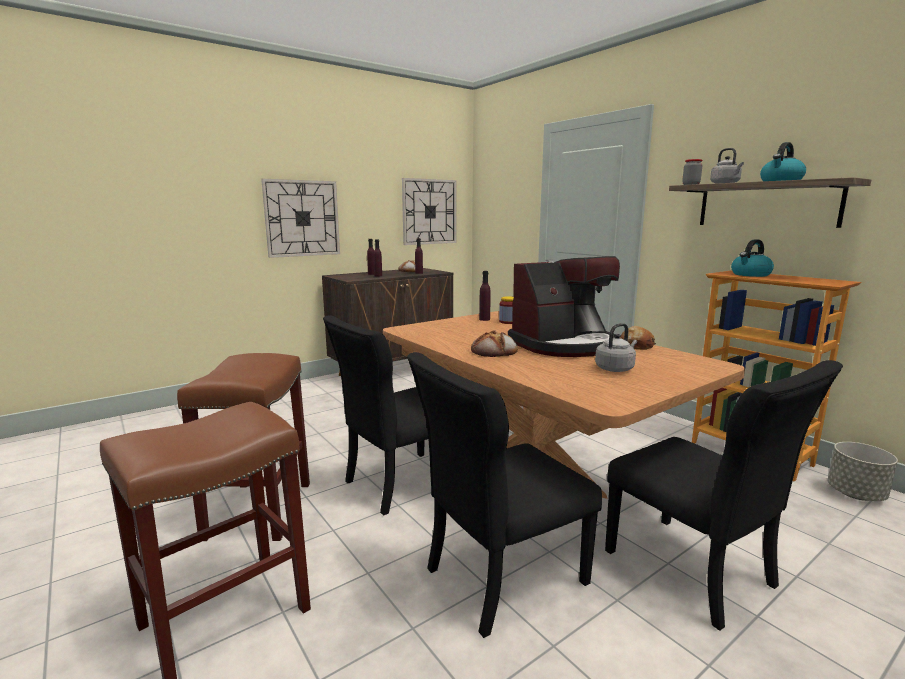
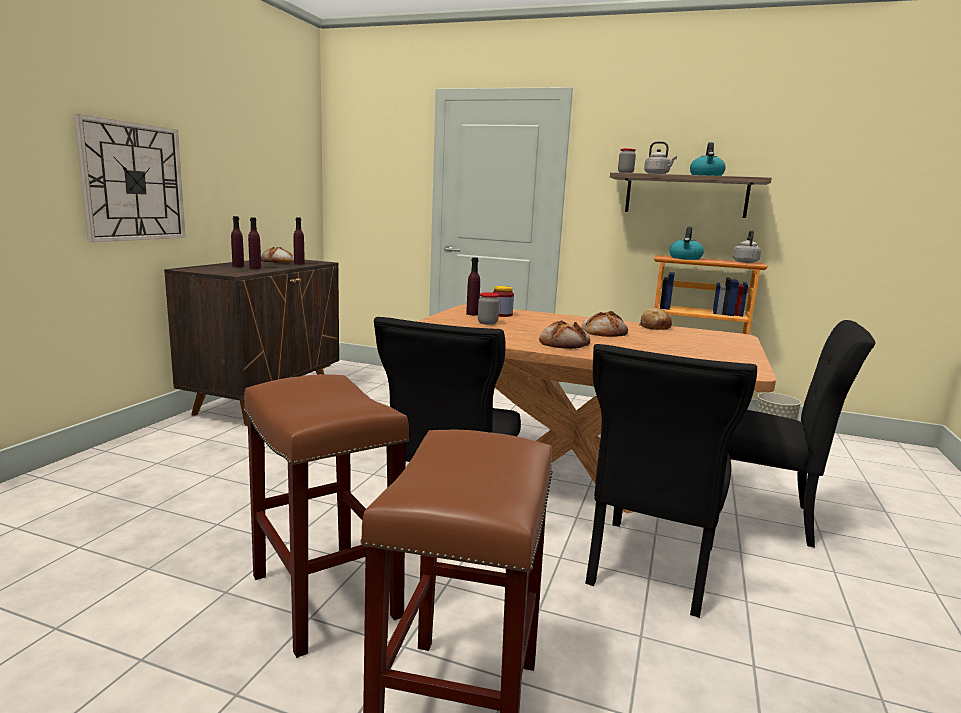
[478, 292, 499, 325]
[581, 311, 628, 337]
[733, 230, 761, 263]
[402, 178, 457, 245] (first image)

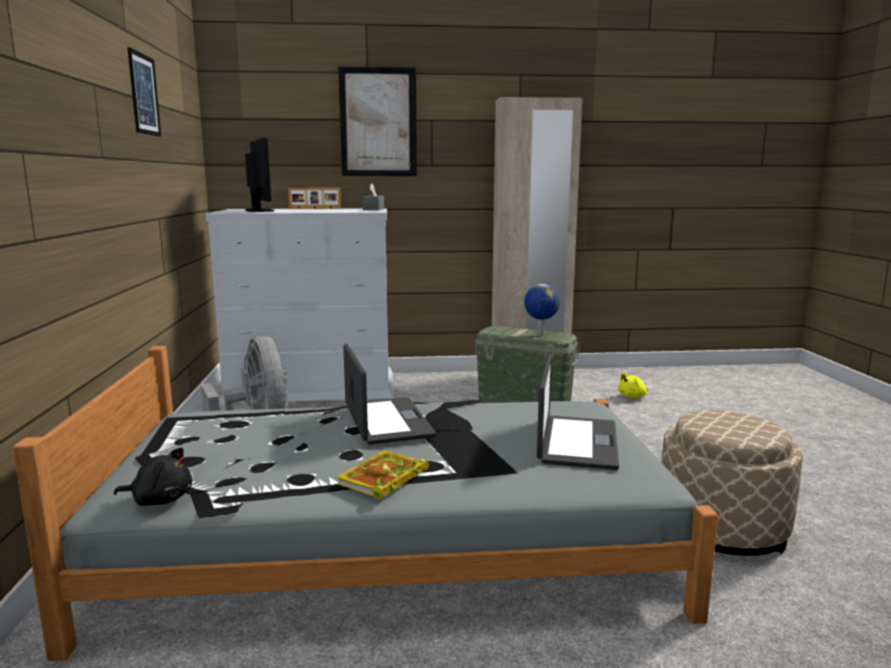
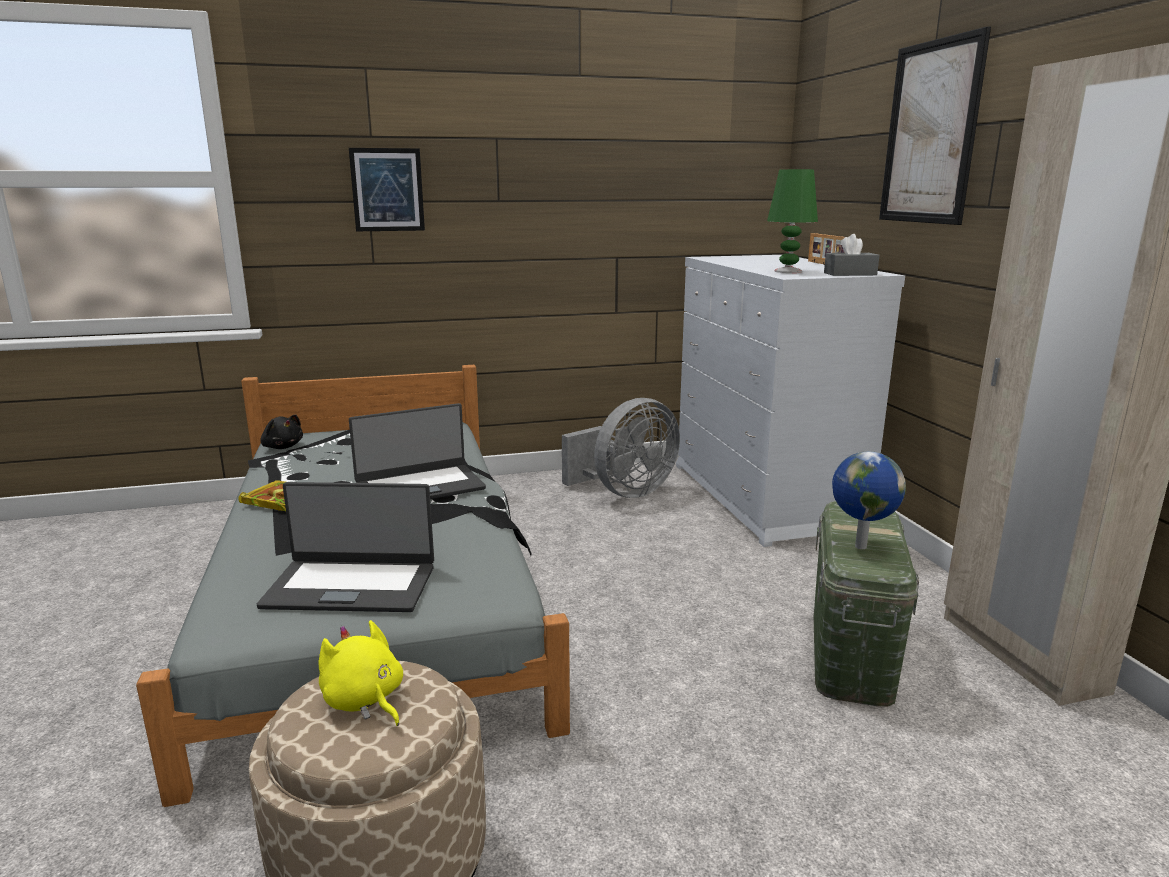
[260, 414, 303, 449]
[318, 620, 403, 726]
[349, 148, 425, 231]
[767, 169, 818, 273]
[245, 137, 274, 212] (first image)

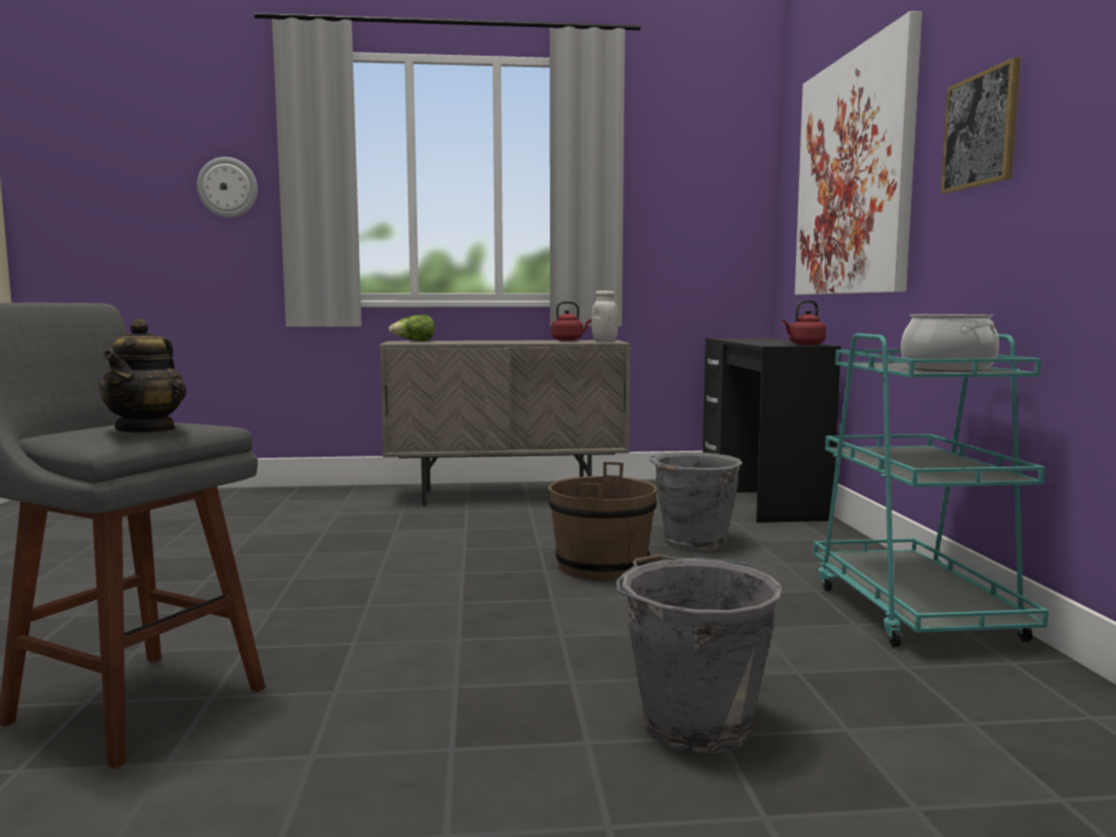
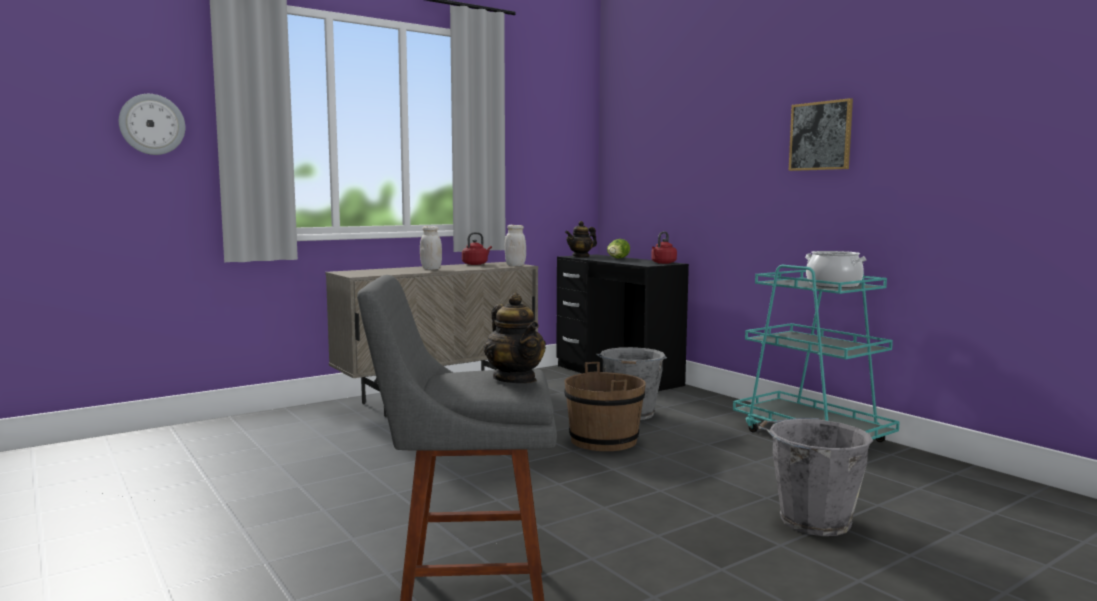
[420, 226, 442, 270]
[565, 221, 597, 257]
[607, 239, 630, 259]
[795, 11, 922, 295] (first image)

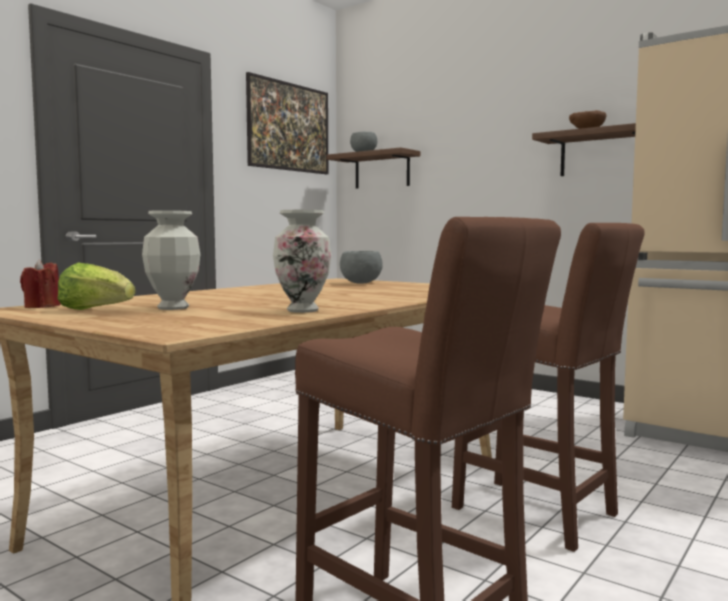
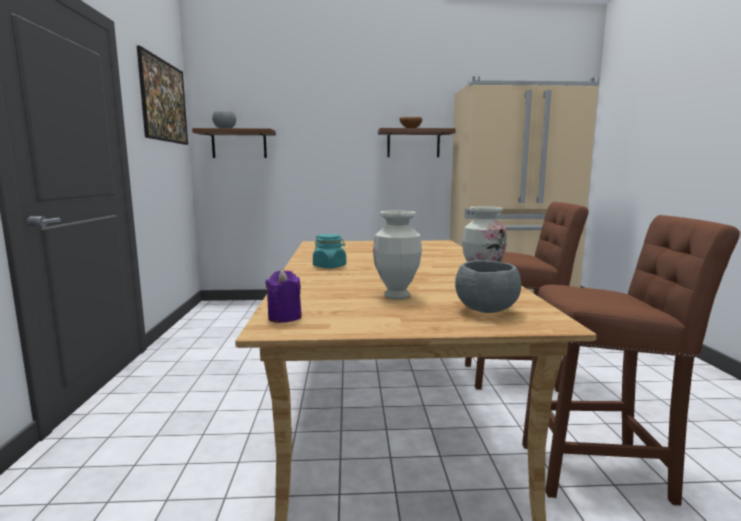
[265, 270, 302, 323]
[313, 234, 346, 269]
[455, 260, 521, 313]
[58, 262, 136, 310] (first image)

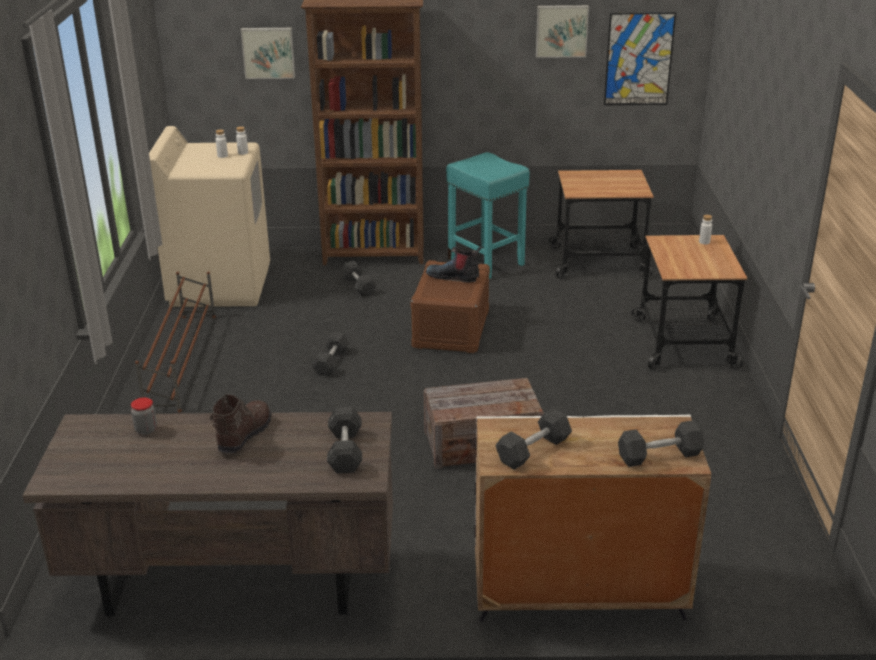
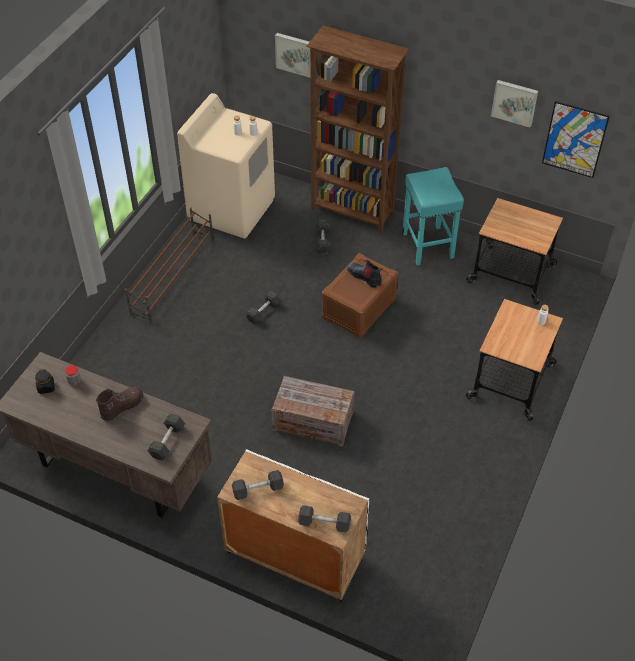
[35, 369, 55, 394]

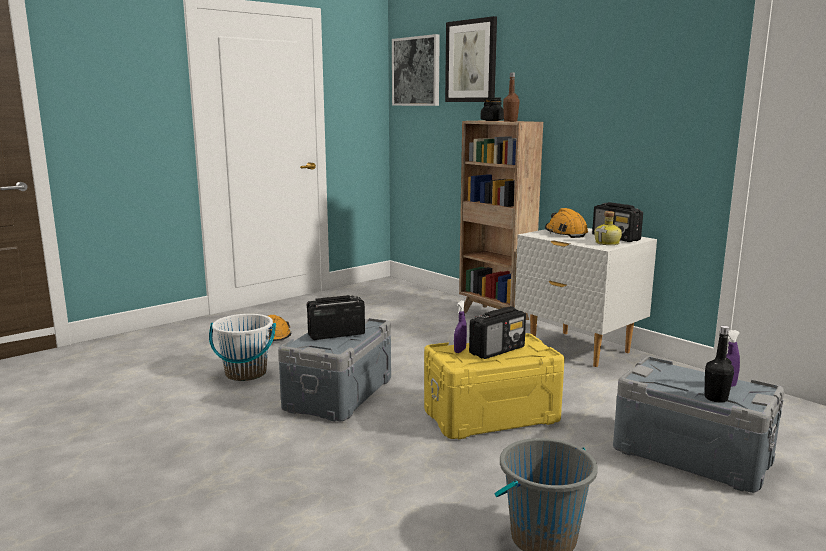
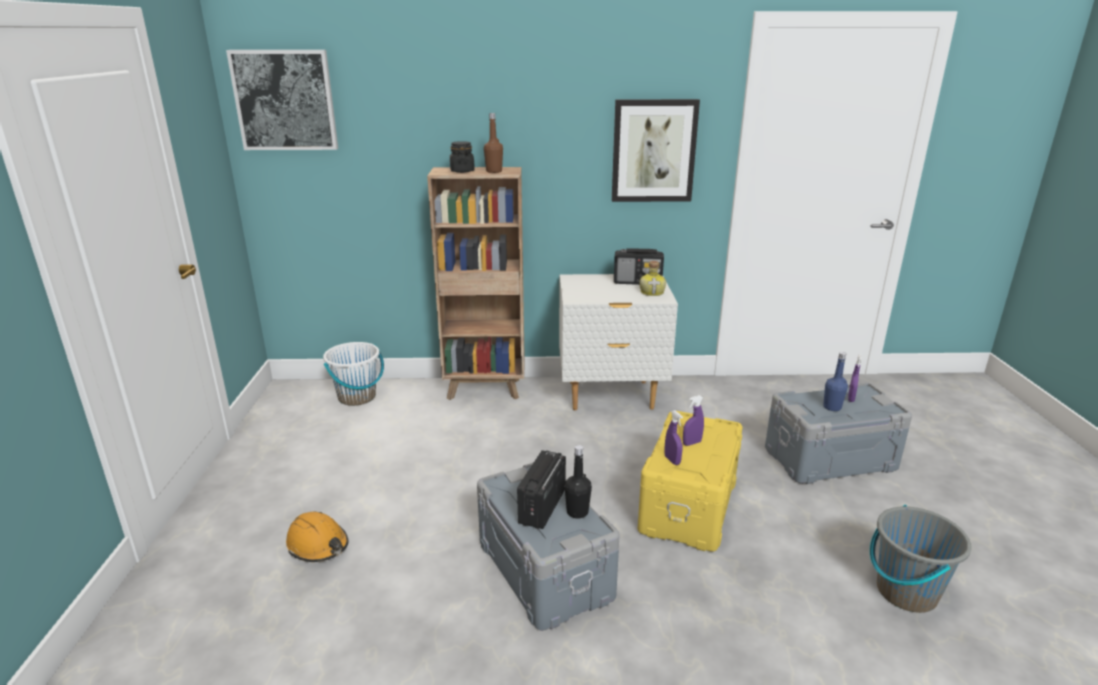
[323, 342, 384, 406]
[565, 445, 592, 519]
[612, 99, 700, 202]
[683, 395, 704, 446]
[823, 352, 848, 411]
[545, 208, 588, 238] (first image)

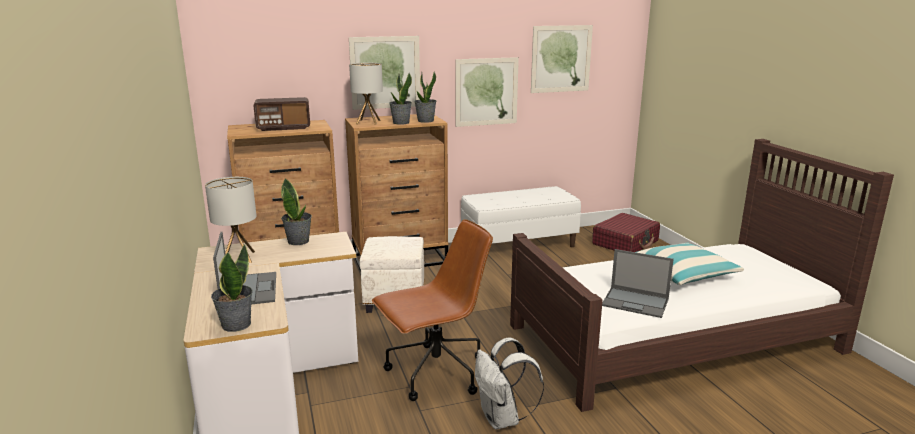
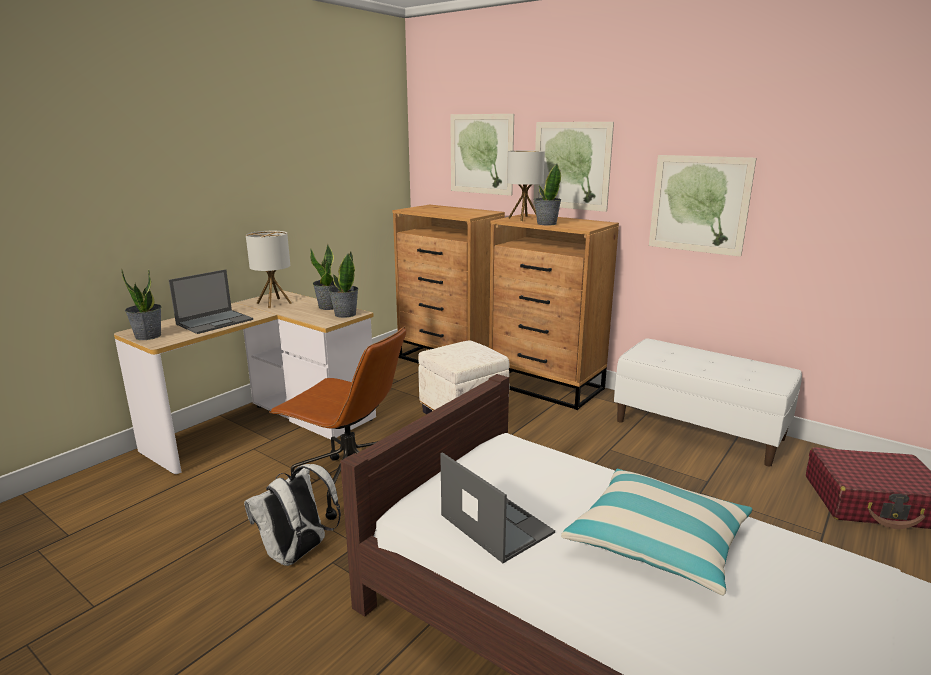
[328, 252, 359, 318]
[440, 452, 555, 563]
[450, 114, 514, 196]
[253, 97, 310, 131] (first image)

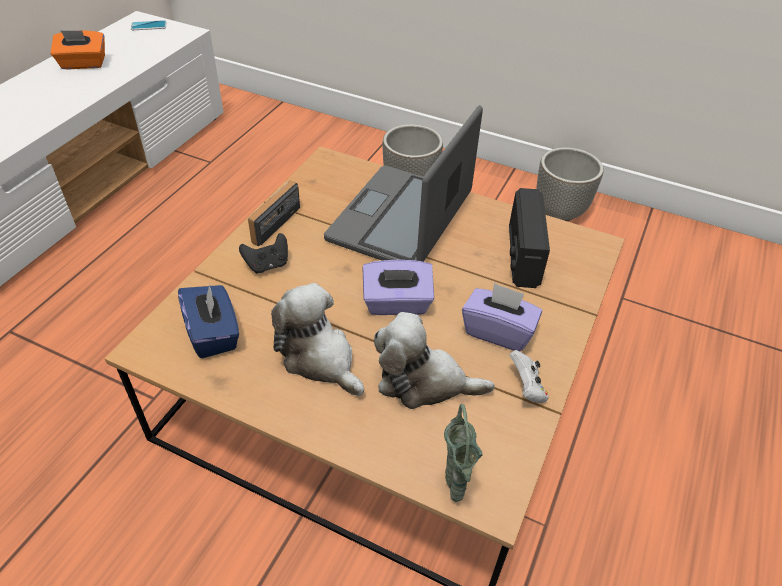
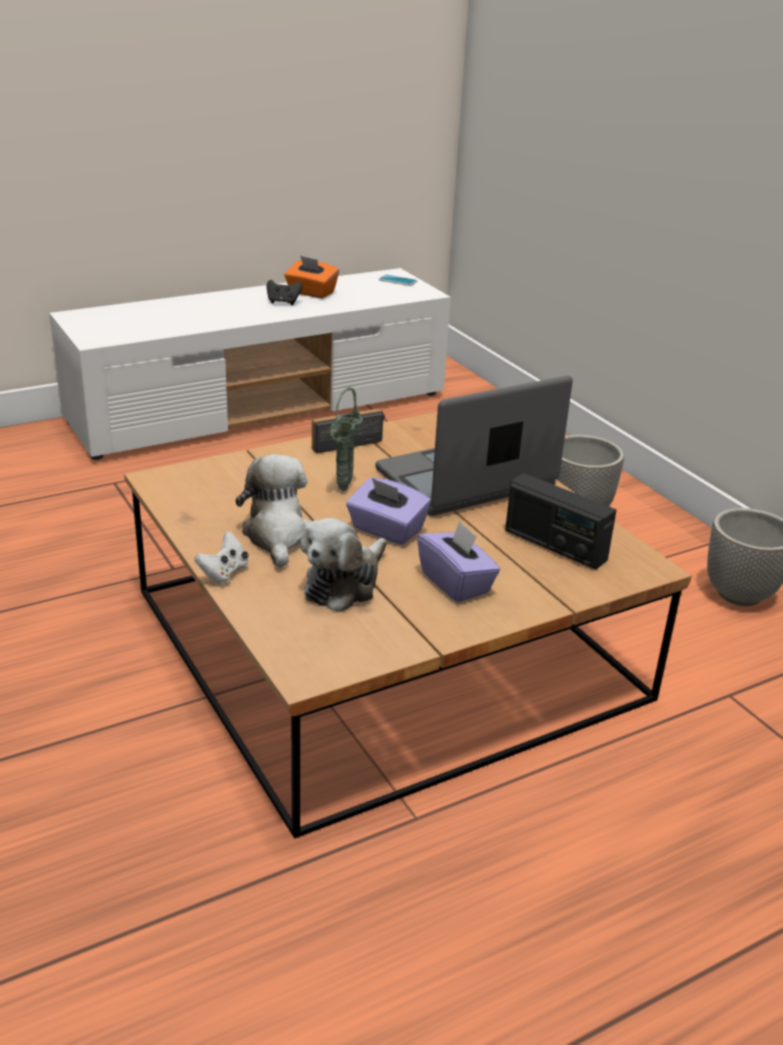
[195, 531, 248, 584]
[267, 280, 303, 305]
[300, 518, 386, 612]
[330, 387, 363, 491]
[505, 473, 616, 569]
[178, 284, 239, 358] (first image)

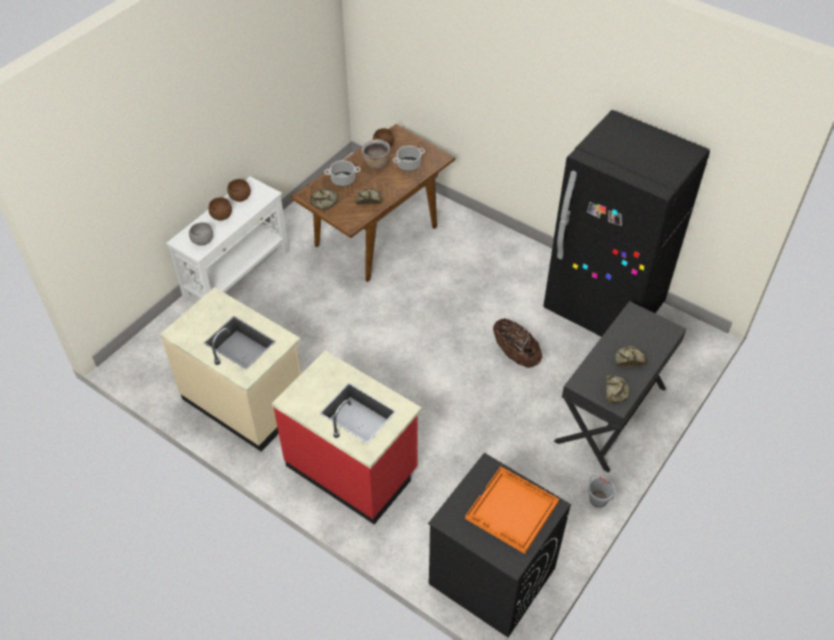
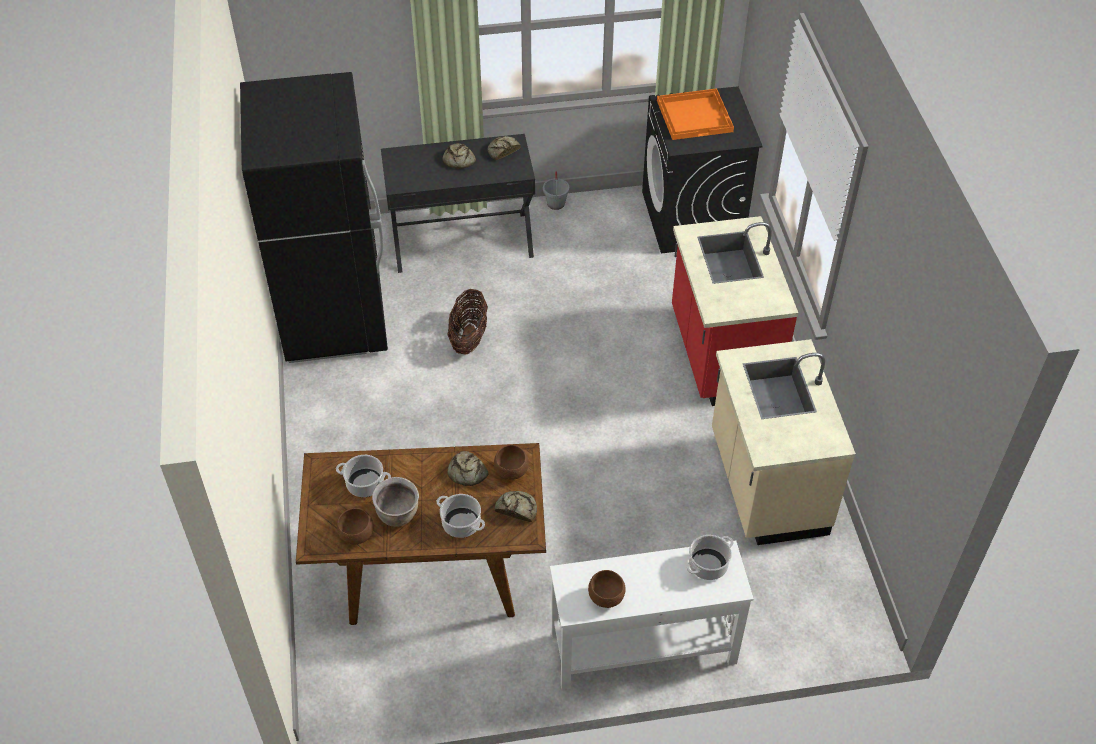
[494, 445, 529, 480]
[686, 535, 734, 580]

